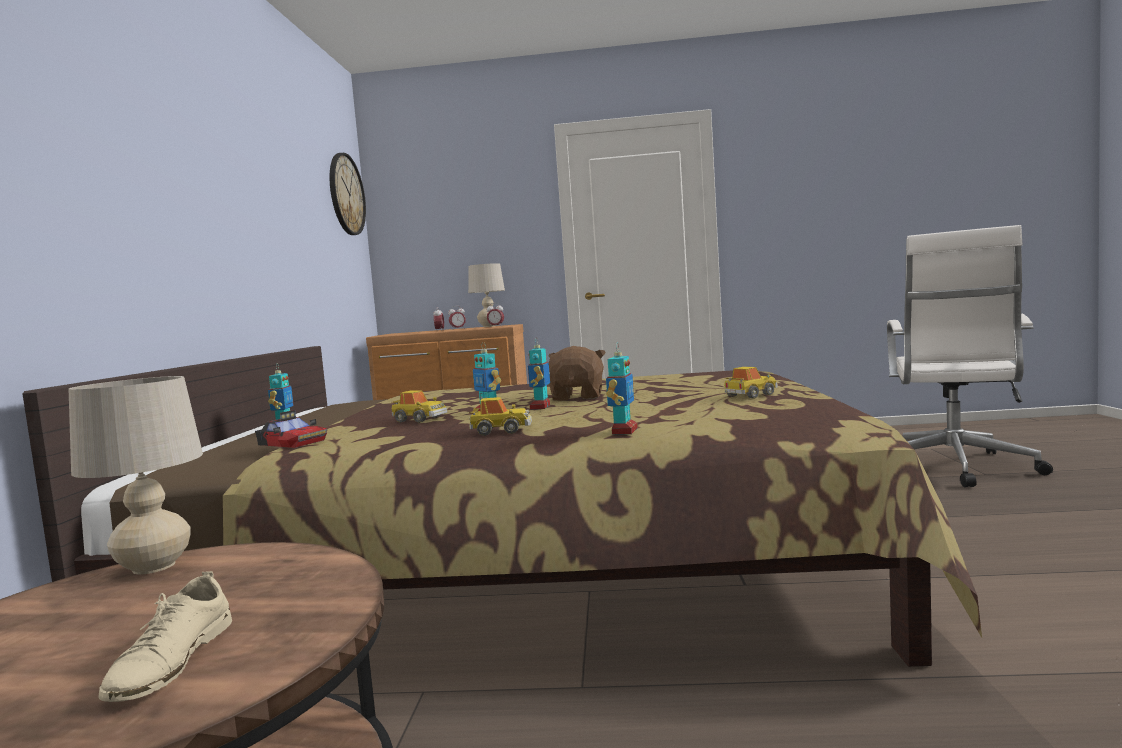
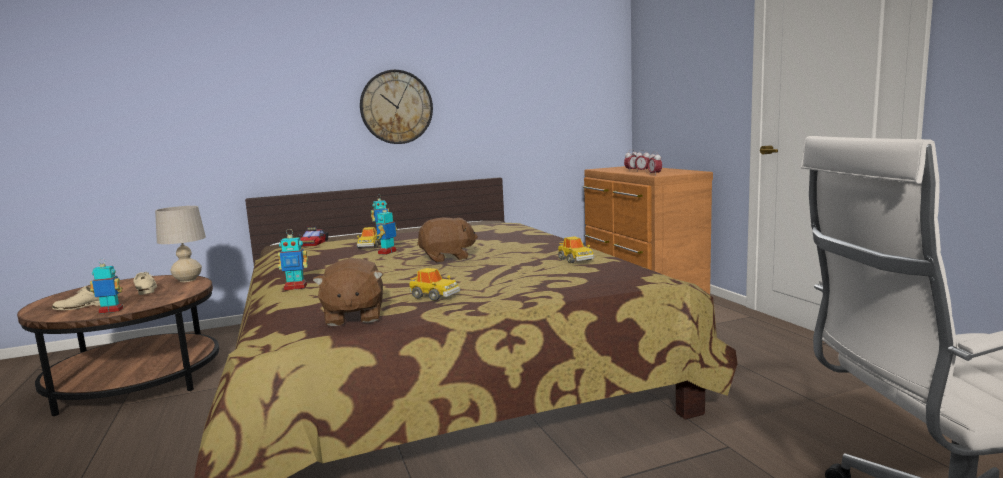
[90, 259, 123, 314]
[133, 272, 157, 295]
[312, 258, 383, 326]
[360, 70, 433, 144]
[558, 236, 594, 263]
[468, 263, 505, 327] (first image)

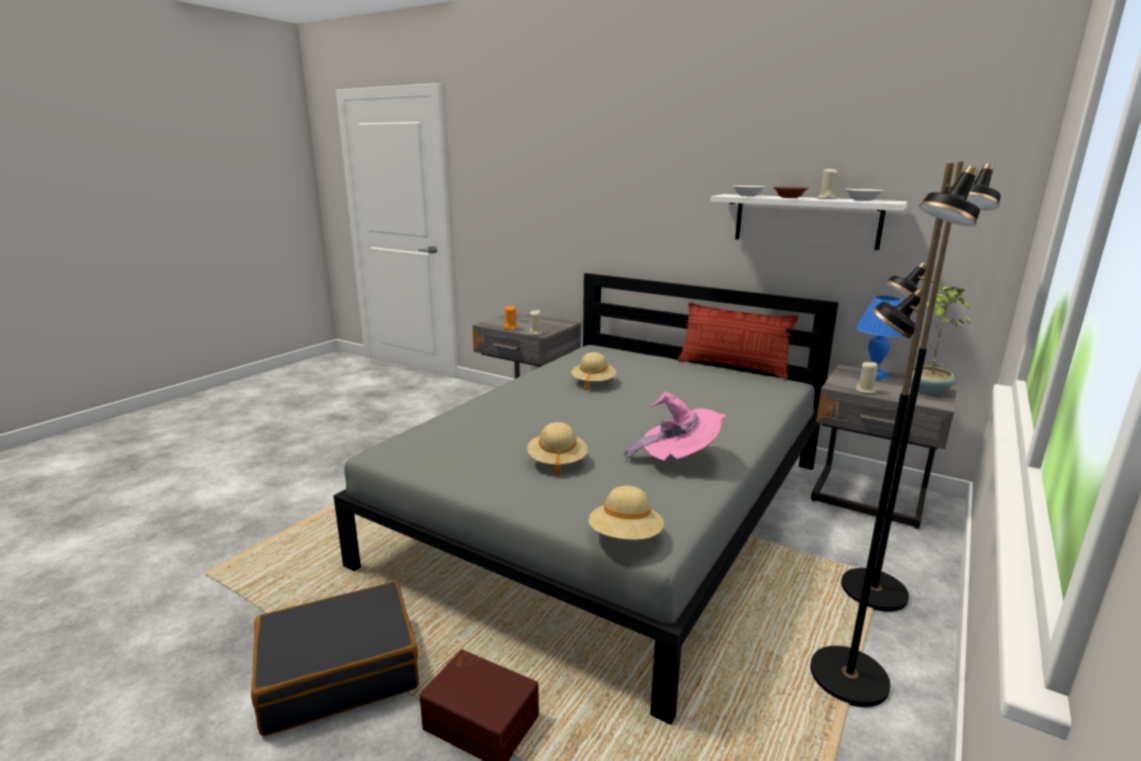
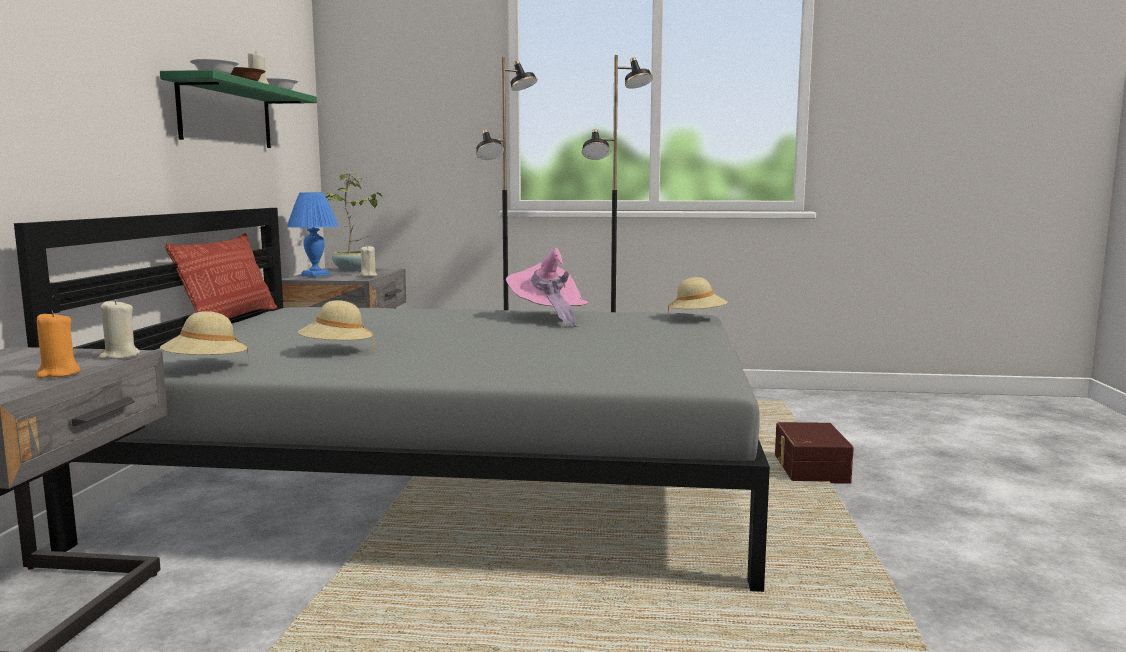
[160, 70, 317, 148]
[160, 311, 249, 361]
[251, 581, 419, 736] (first image)

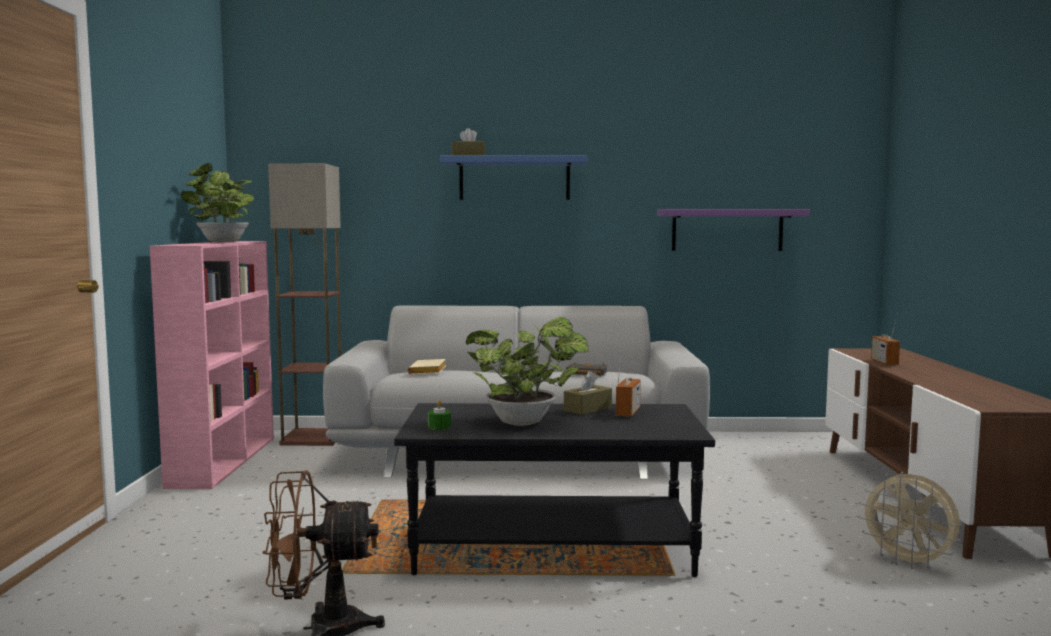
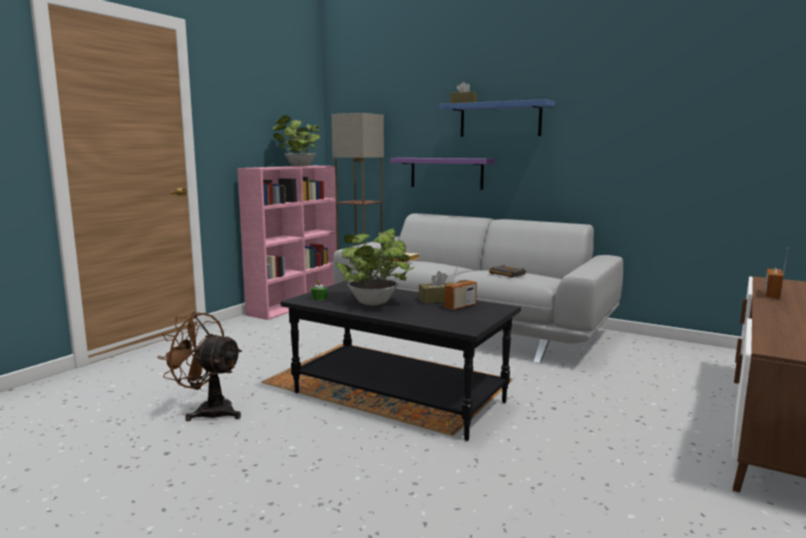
[390, 158, 495, 190]
[858, 472, 961, 569] (first image)

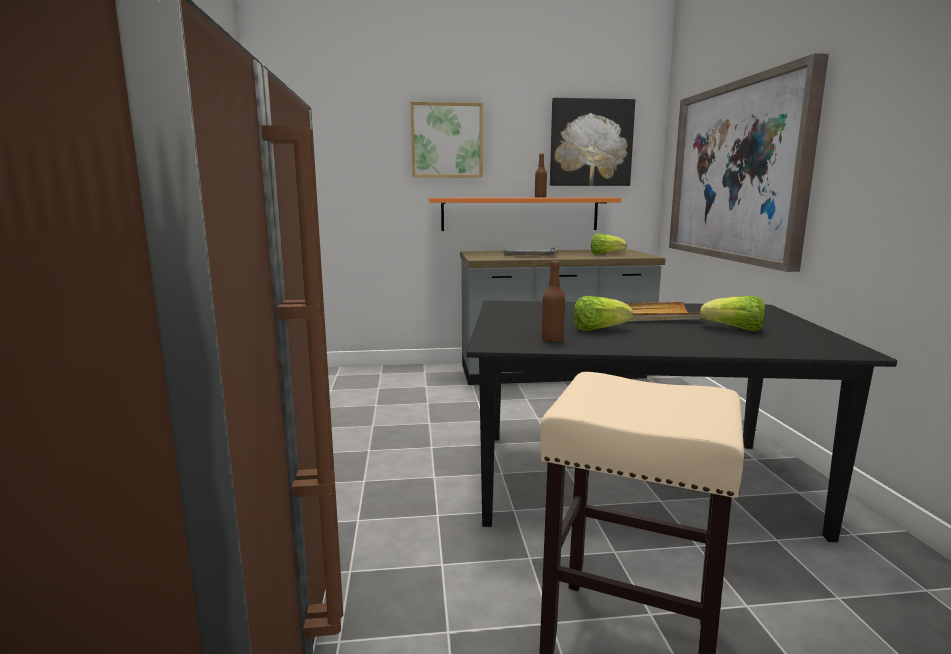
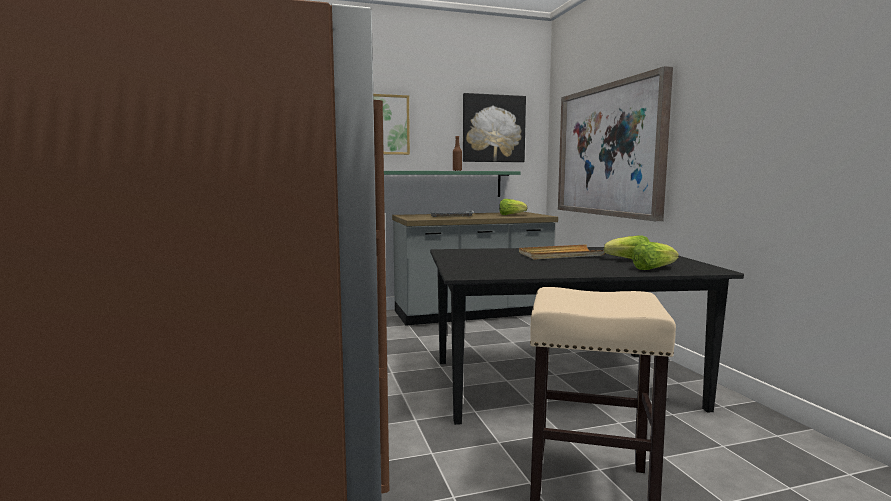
[384, 171, 520, 197]
[632, 242, 679, 270]
[542, 261, 565, 343] (first image)

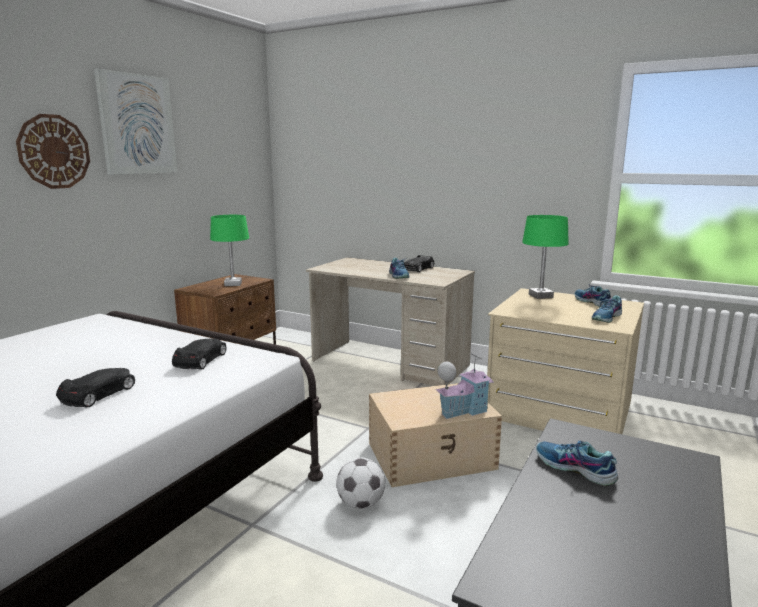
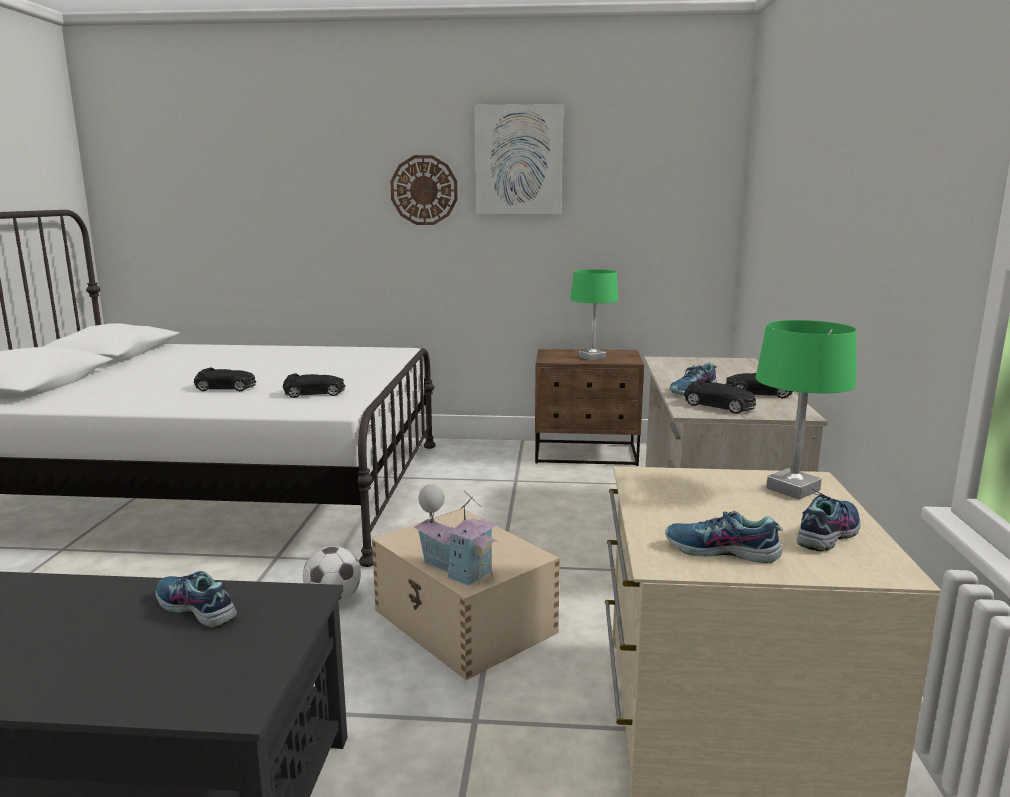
[156, 571, 237, 628]
[684, 379, 756, 414]

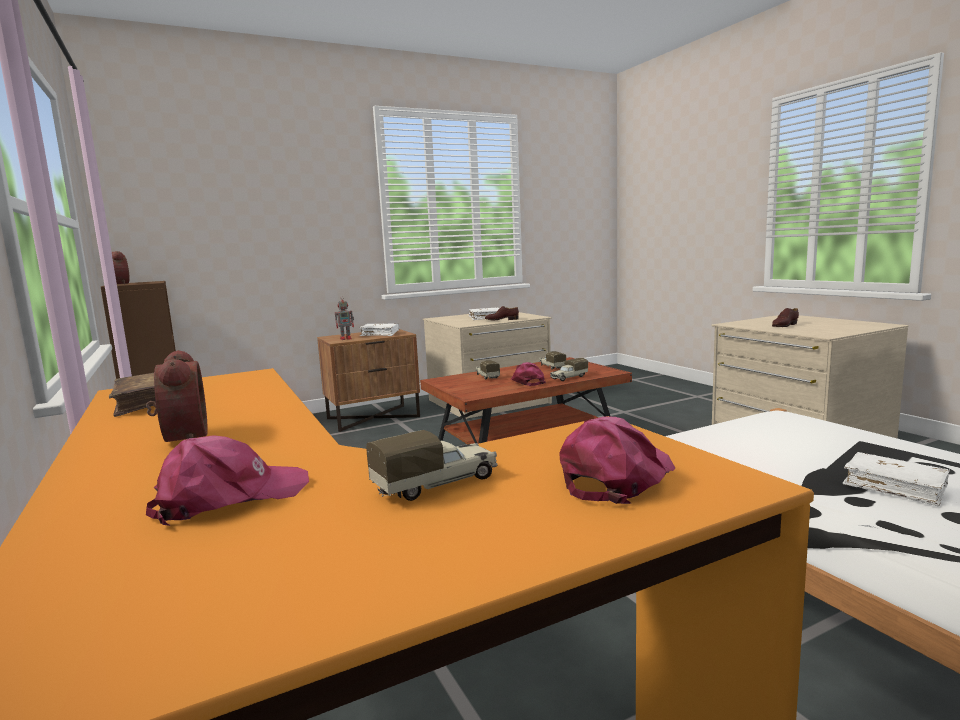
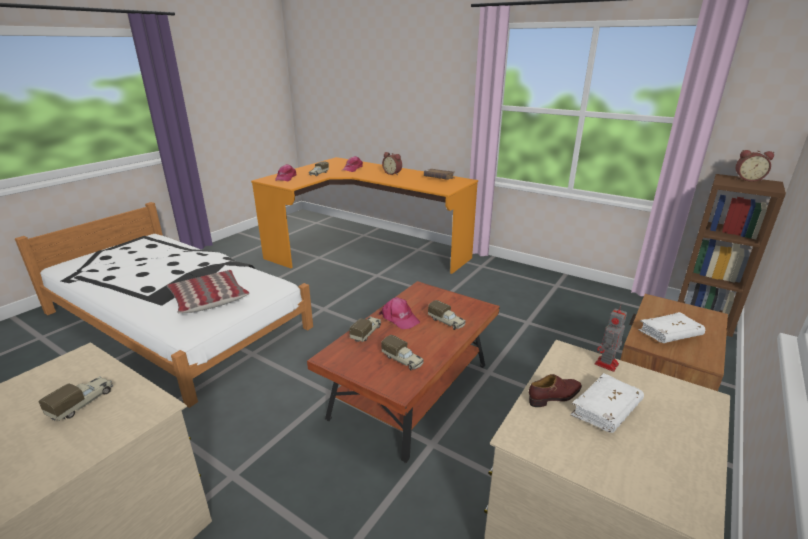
[38, 376, 113, 421]
[167, 270, 249, 313]
[595, 305, 627, 372]
[843, 452, 950, 506] (first image)

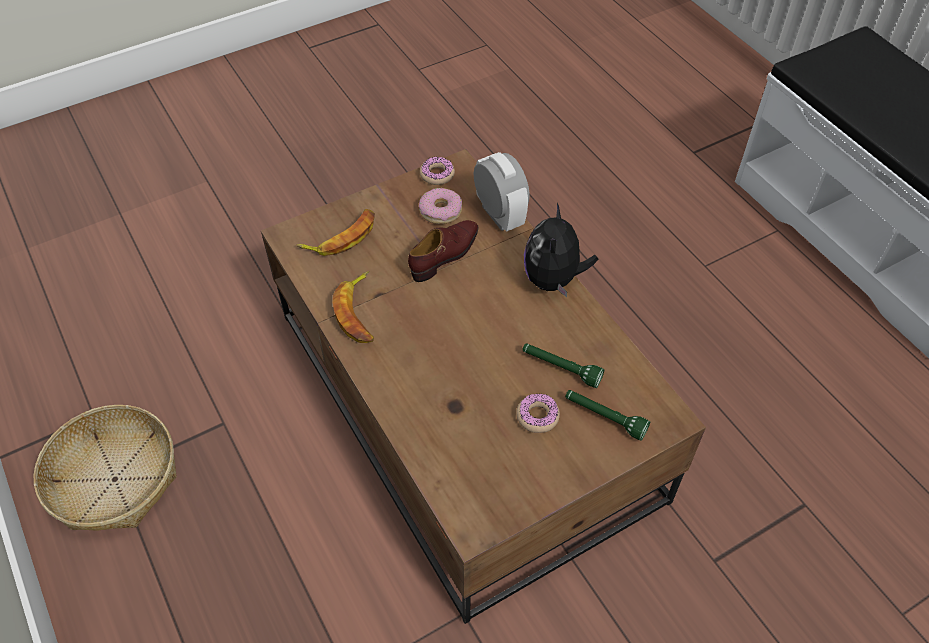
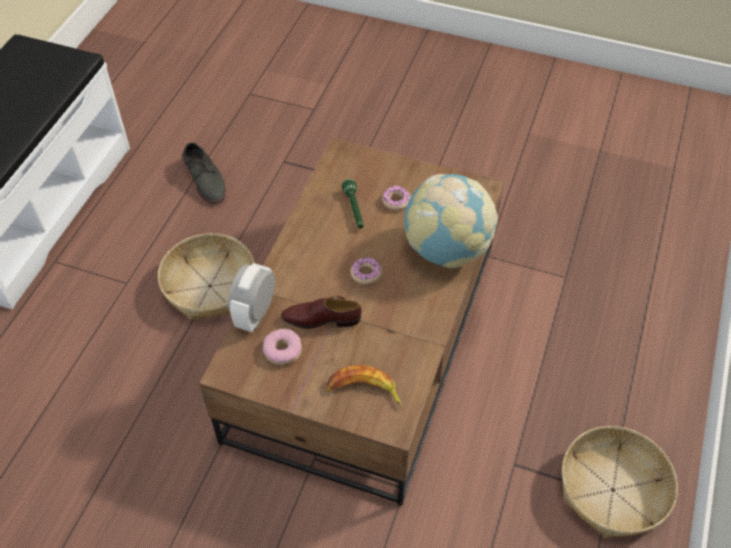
[158, 233, 255, 321]
[182, 142, 226, 204]
[350, 257, 382, 285]
[404, 174, 498, 268]
[333, 271, 374, 343] (first image)
[524, 203, 598, 298] (first image)
[565, 390, 650, 441] (first image)

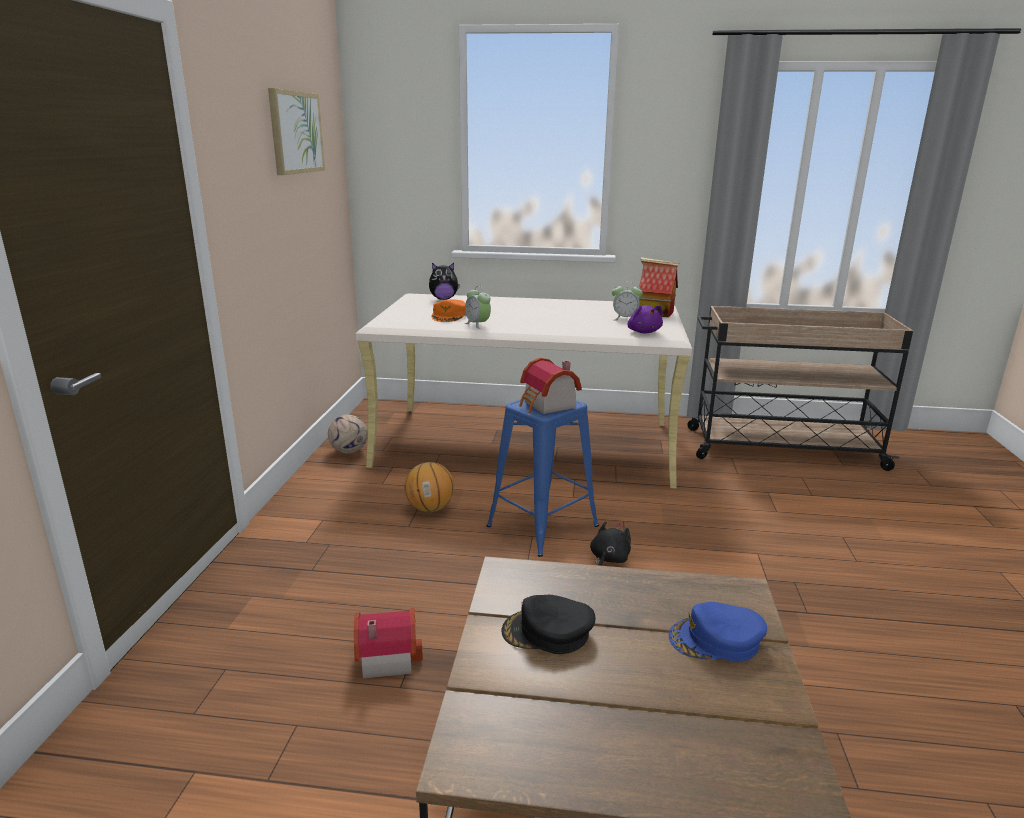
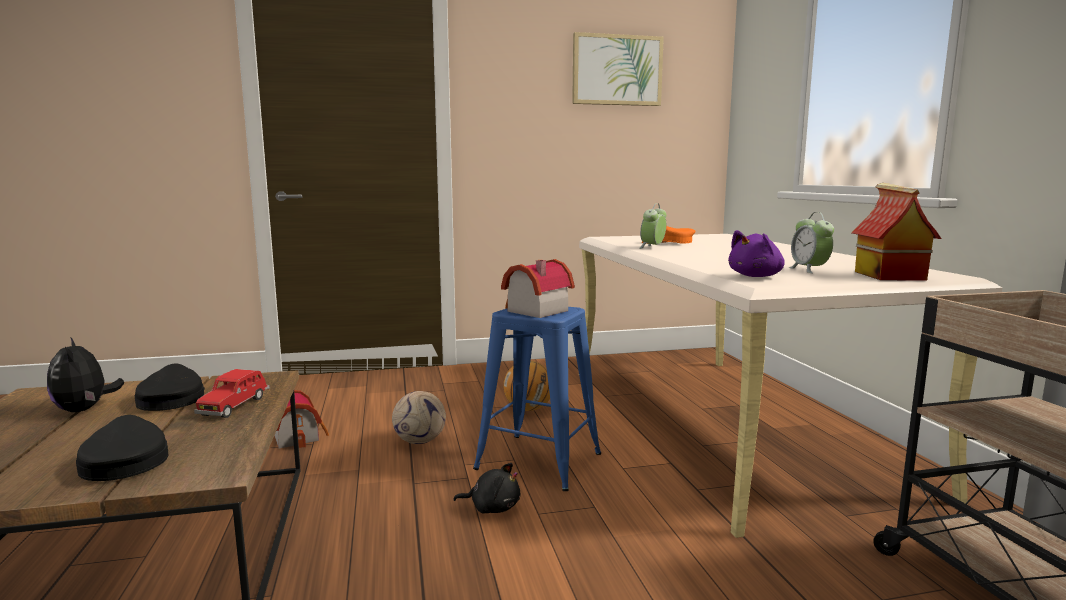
[47, 338, 124, 412]
[76, 415, 168, 481]
[194, 369, 270, 418]
[392, 391, 446, 444]

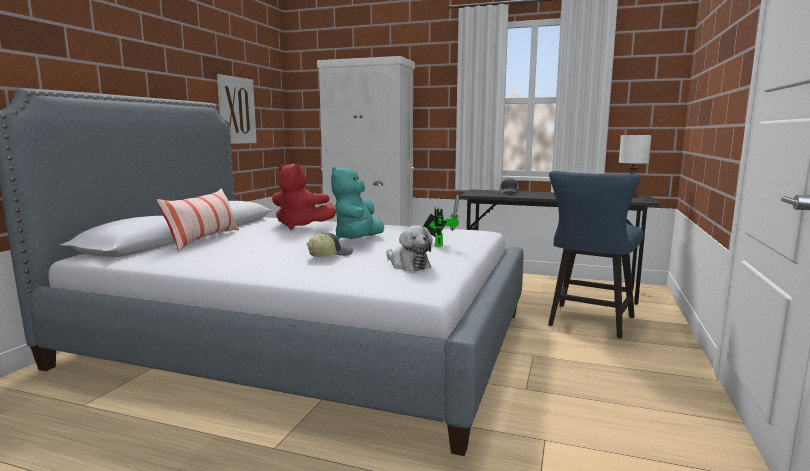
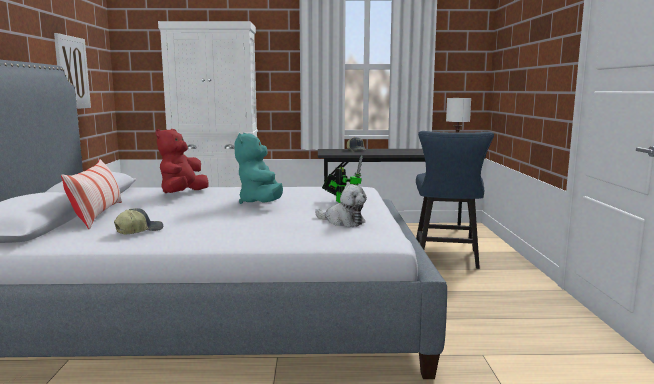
[114, 208, 163, 234]
[156, 129, 209, 193]

